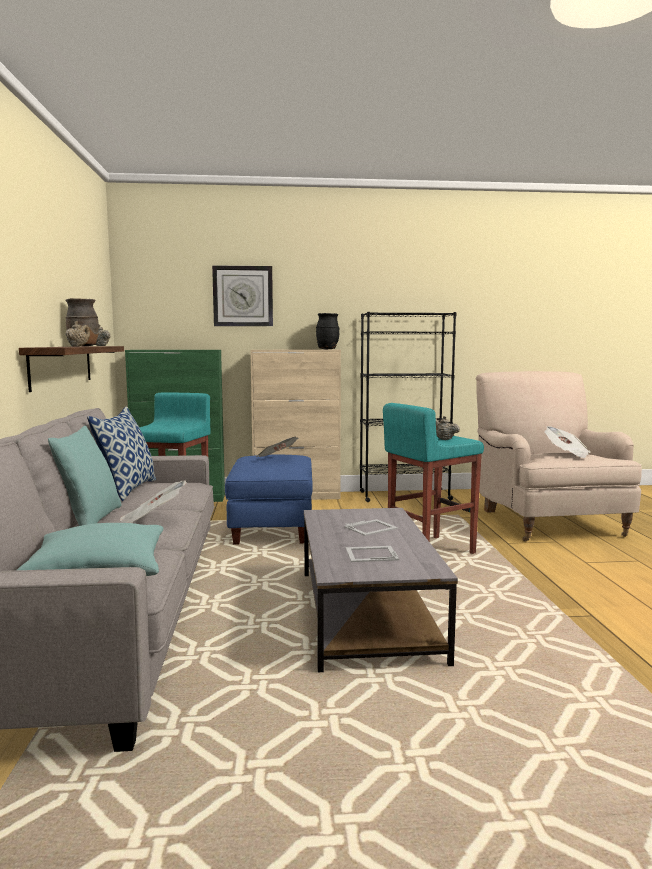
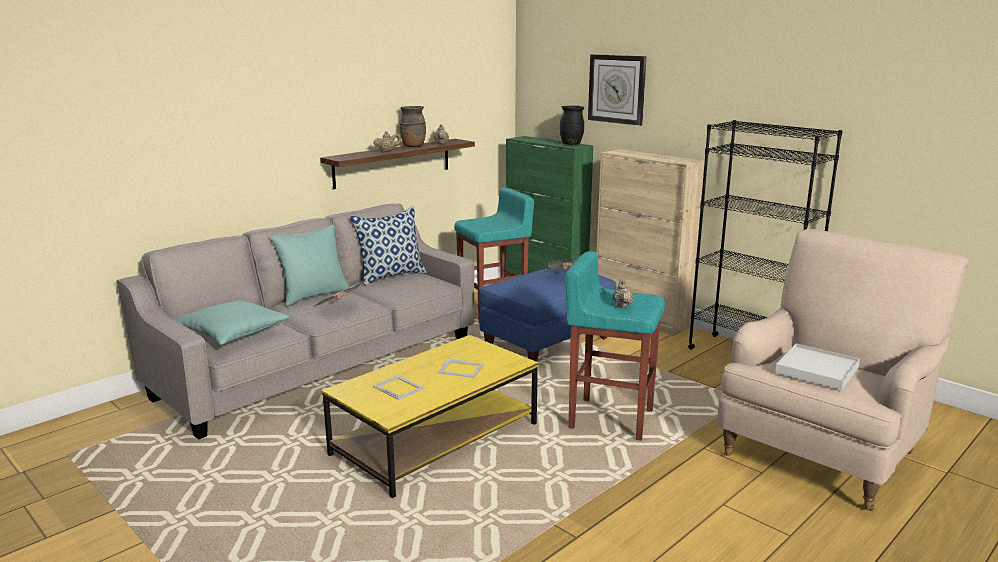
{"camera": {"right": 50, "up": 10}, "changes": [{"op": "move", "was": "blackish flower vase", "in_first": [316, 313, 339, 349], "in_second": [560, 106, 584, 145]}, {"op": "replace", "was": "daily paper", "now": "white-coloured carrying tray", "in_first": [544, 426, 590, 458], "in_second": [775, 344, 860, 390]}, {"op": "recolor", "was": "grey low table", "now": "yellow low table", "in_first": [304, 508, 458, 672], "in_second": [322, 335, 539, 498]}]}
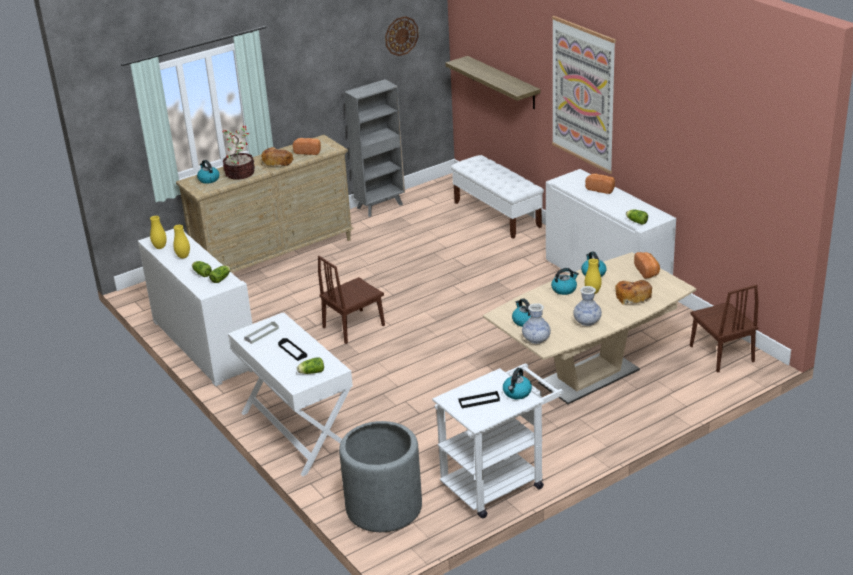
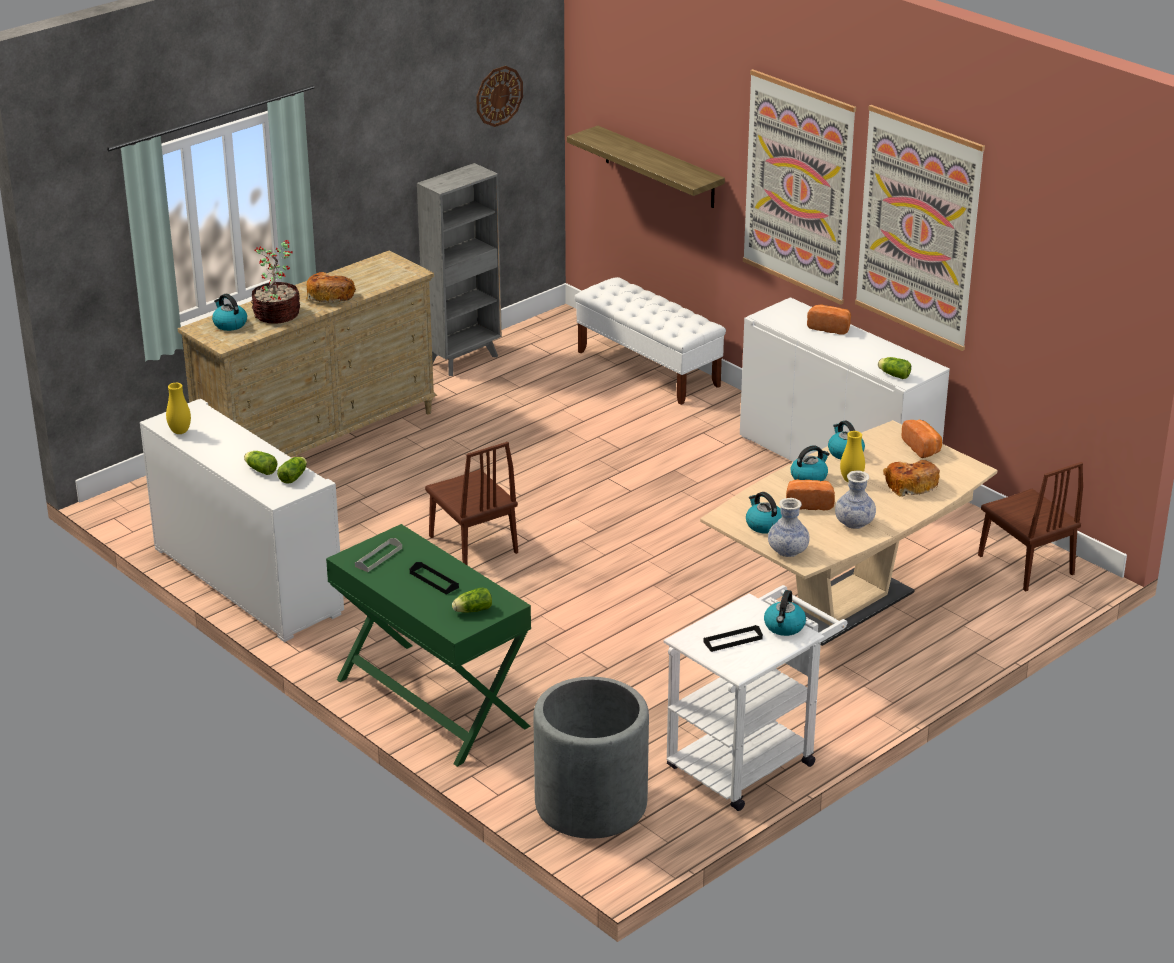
{"camera": {"right": -10, "up": 0}, "changes": [{"op": "move", "was": "bakery bread", "in_first": [293, 138, 321, 155], "in_second": [786, 479, 835, 510]}, {"op": "delete", "was": "yellow flower vase", "in_first": [173, 225, 190, 259]}, {"op": "rotate", "was": "brownish plain chair", "in_first": [318, 256, 385, 344], "in_second": [425, 442, 518, 565], "clockwise": -75}, {"op": "recolor", "was": "white-coloured console table", "now": "green console table", "in_first": [228, 312, 353, 477], "in_second": [326, 524, 531, 767]}, {"op": "insert", "now": "wall art", "in_second": [855, 105, 985, 351]}]}
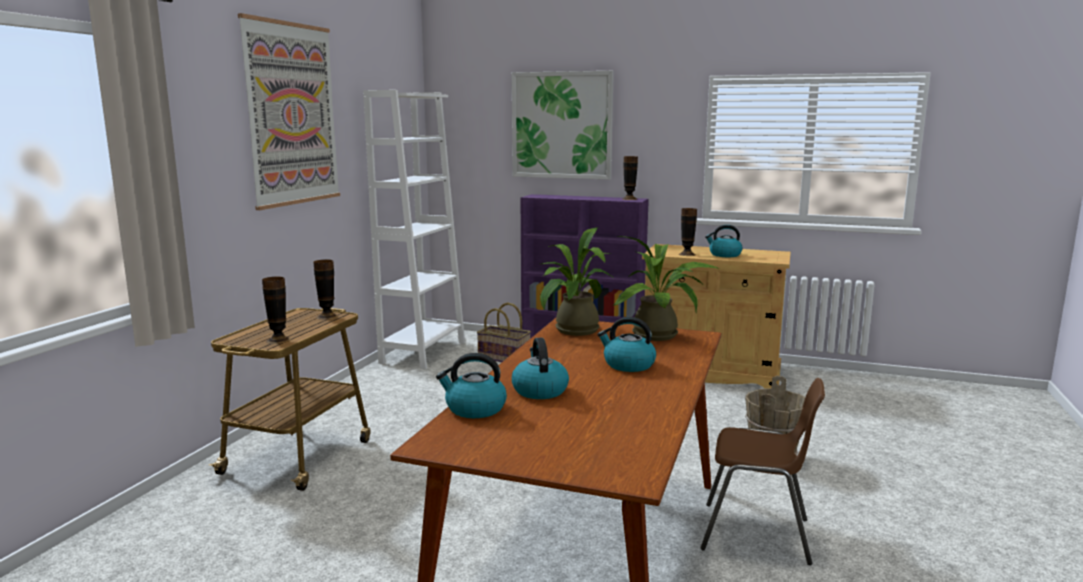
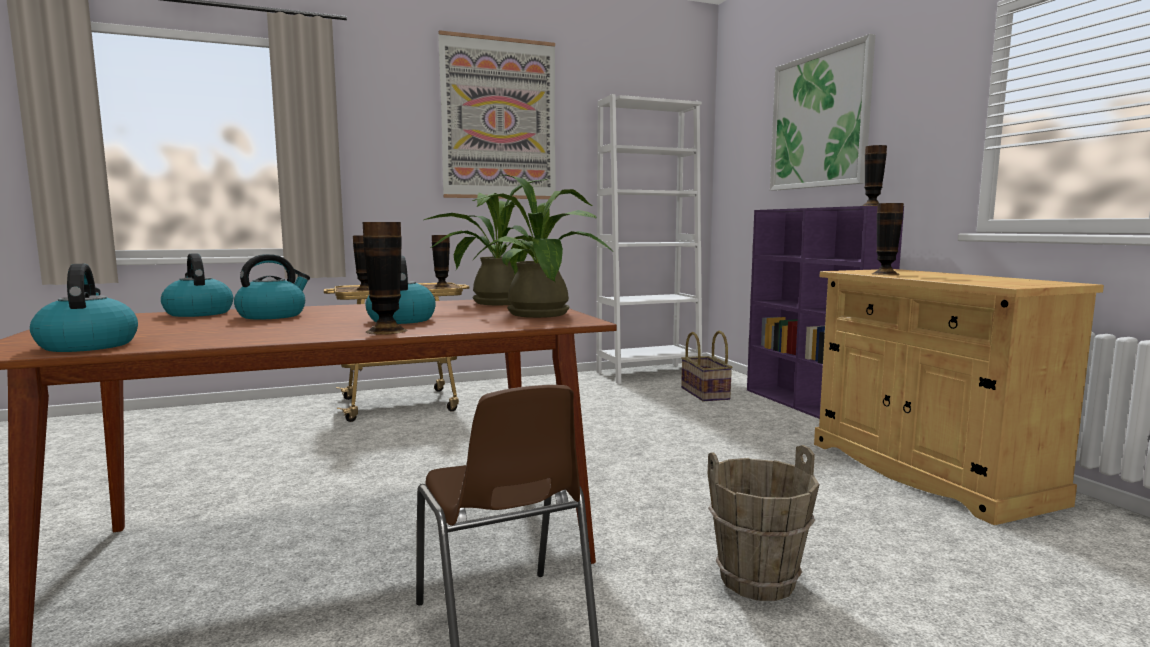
{"camera": {"right": 50, "up": -5}, "changes": [{"op": "move", "was": "kettle", "in_first": [705, 225, 743, 257], "in_second": [30, 264, 138, 352]}, {"op": "insert", "now": "flower vase", "in_second": [362, 222, 408, 335]}]}
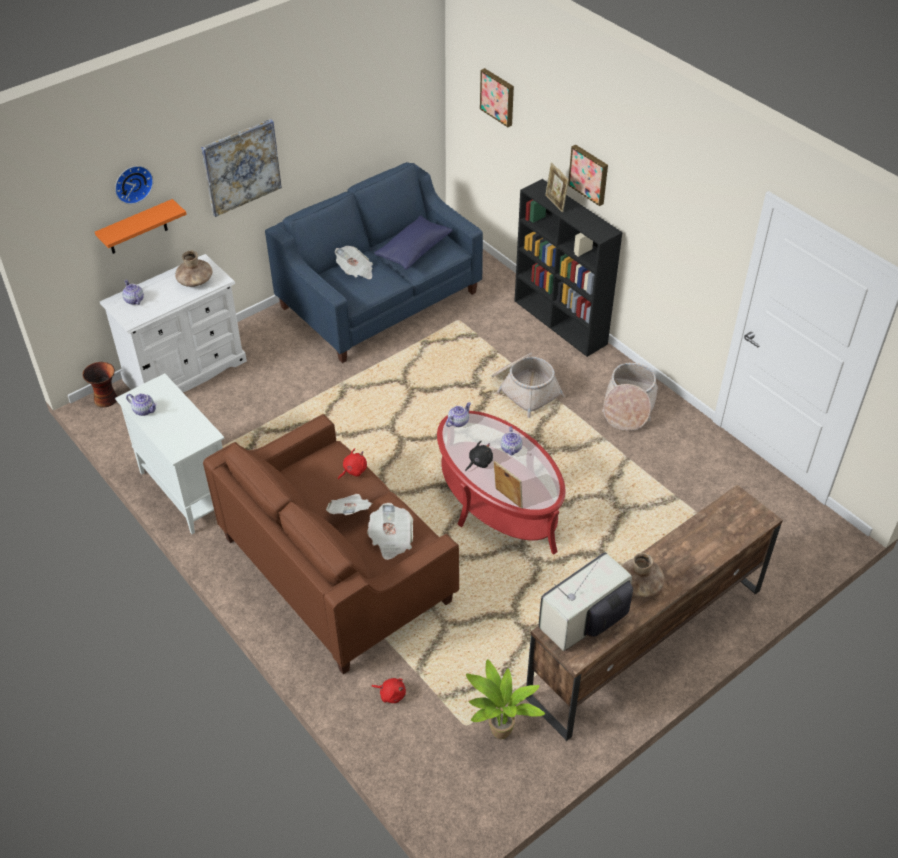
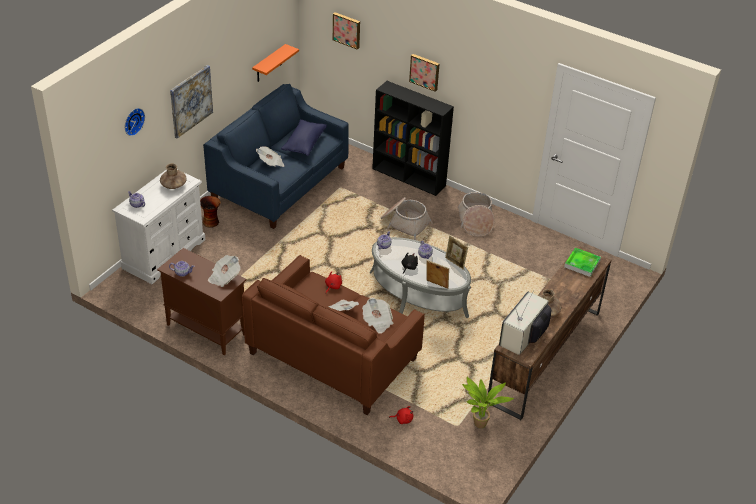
{"camera": {"right": -20, "up": -5}, "changes": [{"op": "move", "was": "photo frame", "in_first": [545, 163, 569, 212], "in_second": [445, 236, 468, 269]}, {"op": "move", "was": "orangey wall shelf", "in_first": [95, 199, 187, 254], "in_second": [252, 44, 299, 82]}, {"op": "move", "was": "flower vase", "in_first": [83, 362, 117, 408], "in_second": [200, 196, 221, 228]}, {"op": "recolor", "was": "white-coloured cabinet", "now": "brownish cabinet", "in_first": [115, 373, 225, 534], "in_second": [157, 248, 246, 355]}, {"op": "recolor", "was": "red low table", "now": "grey low table", "in_first": [437, 411, 565, 555], "in_second": [370, 237, 471, 318]}, {"op": "insert", "now": "carrying tray", "in_second": [564, 248, 601, 277]}, {"op": "insert", "now": "daily paper", "in_second": [208, 255, 241, 287]}]}
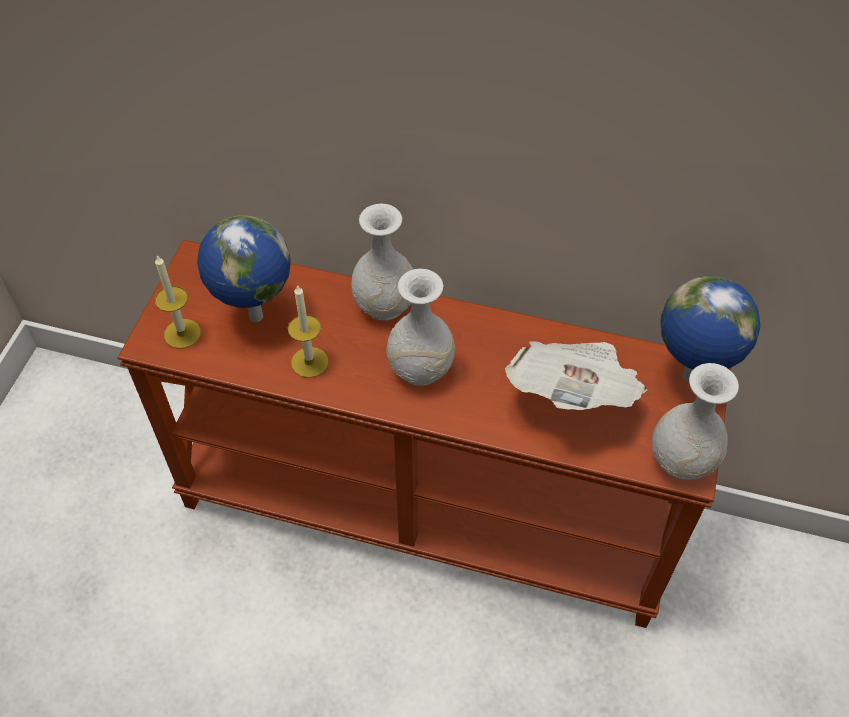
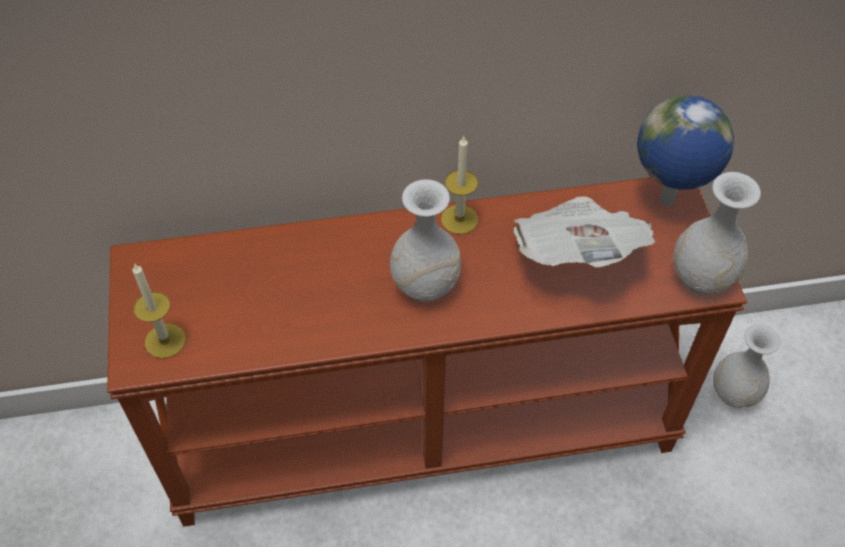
{"camera": {"right": -25, "up": 0}, "changes": [{"op": "move", "was": "white-coloured flower vase", "in_first": [351, 204, 413, 321], "in_second": [713, 324, 780, 408]}, {"op": "delete", "was": "world globe", "in_first": [197, 216, 291, 323]}, {"op": "move", "was": "wax light", "in_first": [288, 285, 329, 378], "in_second": [441, 136, 478, 234]}]}
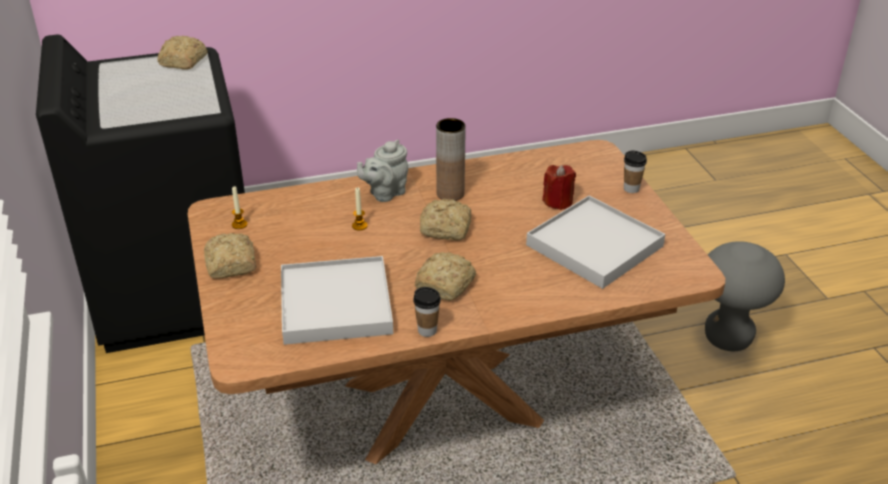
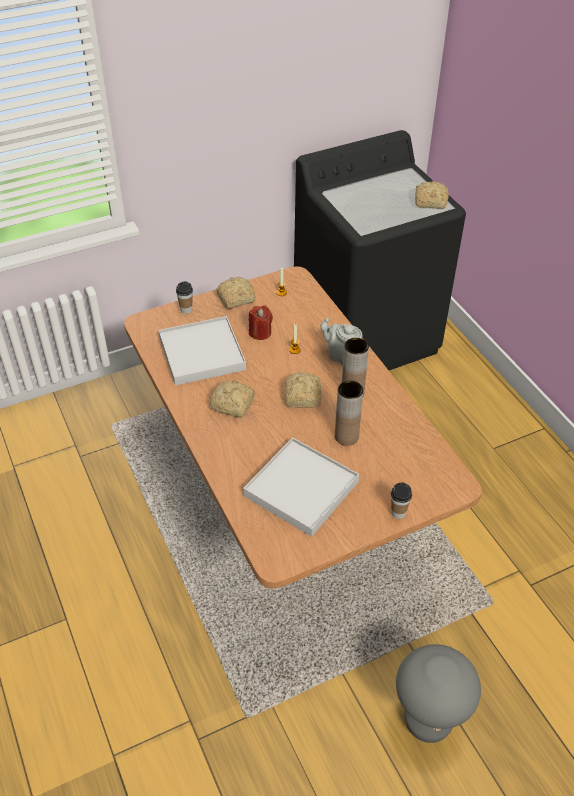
{"camera": {"right": 80, "up": 10}, "changes": [{"op": "move", "was": "red wax light", "in_first": [542, 165, 576, 210], "in_second": [249, 305, 273, 340]}, {"op": "move", "was": "drinking cup", "in_first": [413, 287, 441, 337], "in_second": [176, 282, 193, 314]}, {"op": "insert", "now": "brownish flower vase", "in_second": [335, 380, 363, 446]}]}
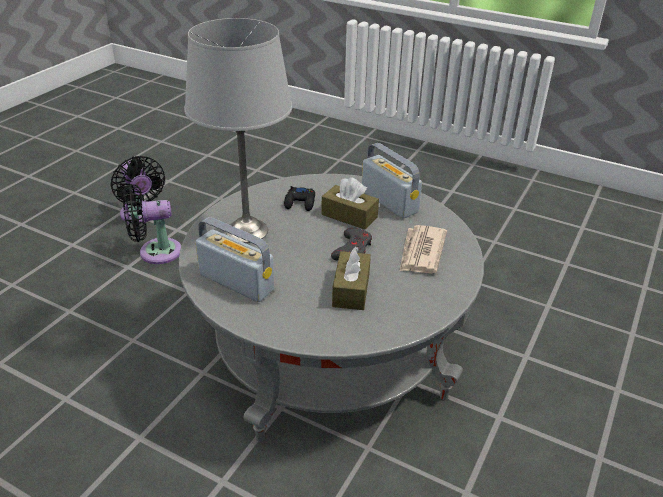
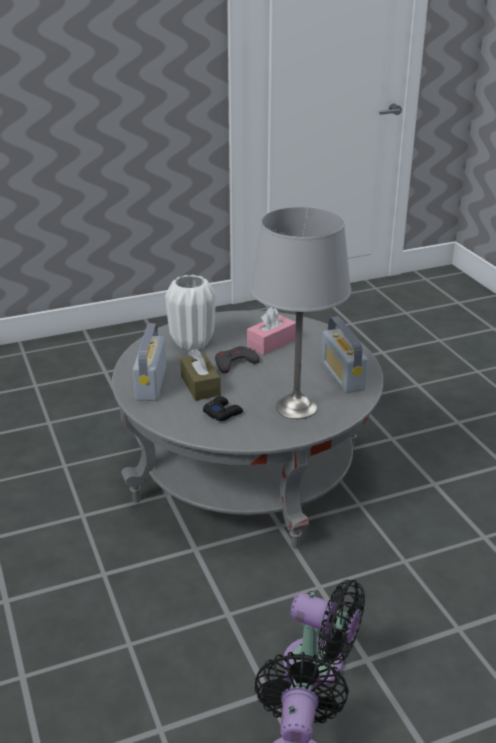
{"camera": {"right": -140, "up": -5}, "changes": [{"op": "replace", "was": "daily paper", "now": "white-coloured flower vase", "in_first": [400, 225, 447, 274], "in_second": [165, 275, 216, 351]}, {"op": "recolor", "was": "brownish tissue box", "now": "pink tissue box", "in_first": [332, 246, 371, 310], "in_second": [247, 307, 296, 355]}]}
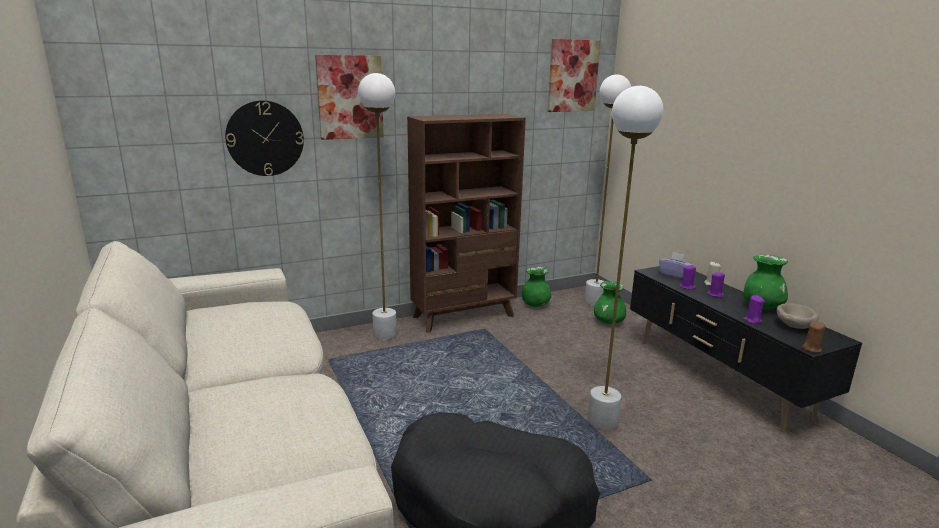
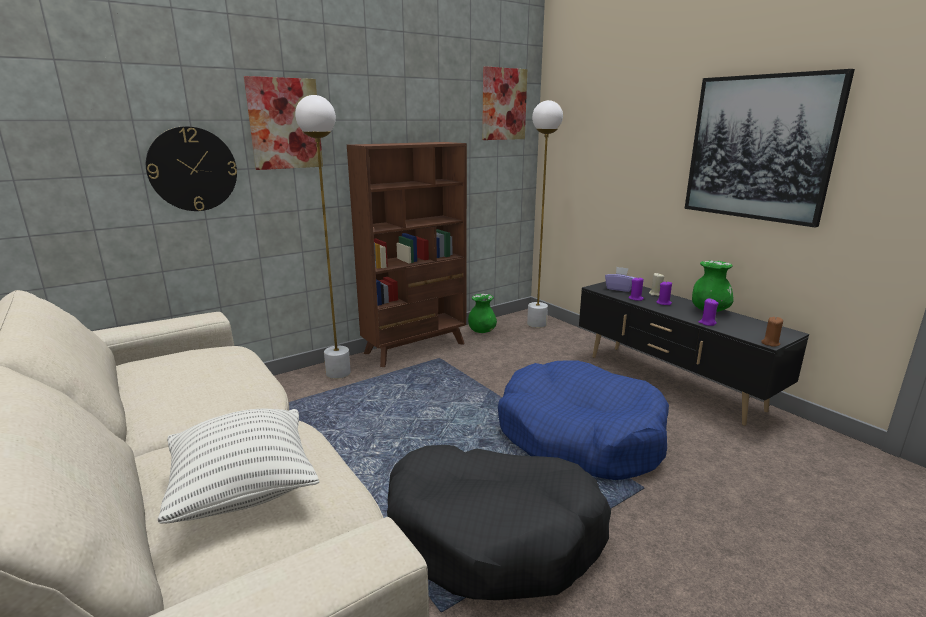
{"camera": {"right": -10, "up": 0}, "changes": [{"op": "replace", "was": "white-coloured floor lamp", "now": "blue dog cushion", "in_first": [588, 86, 663, 430], "in_second": [498, 361, 669, 480]}, {"op": "delete", "was": "green flower vase", "in_first": [594, 281, 626, 324]}, {"op": "delete", "was": "sand-coloured deep dish", "in_first": [777, 303, 819, 329]}, {"op": "insert", "now": "wall art", "in_second": [684, 69, 855, 228]}, {"op": "insert", "now": "pillow", "in_second": [158, 409, 319, 524]}]}
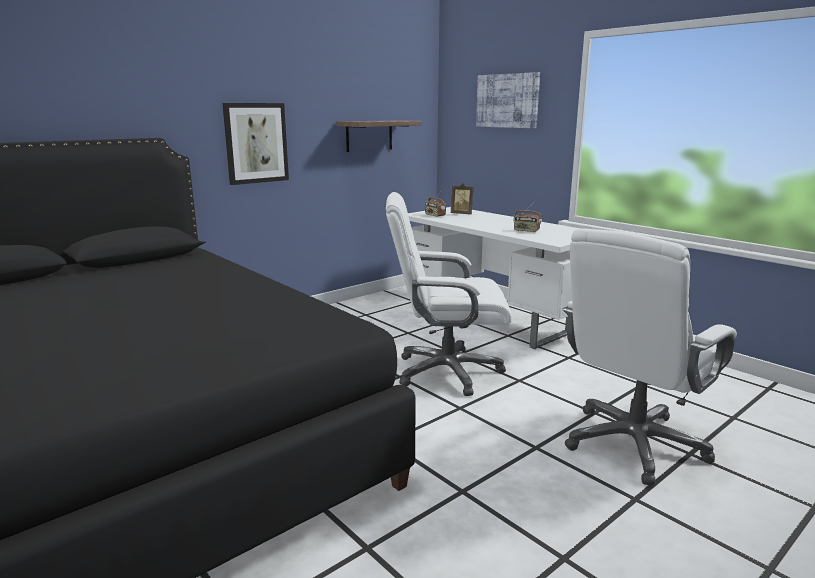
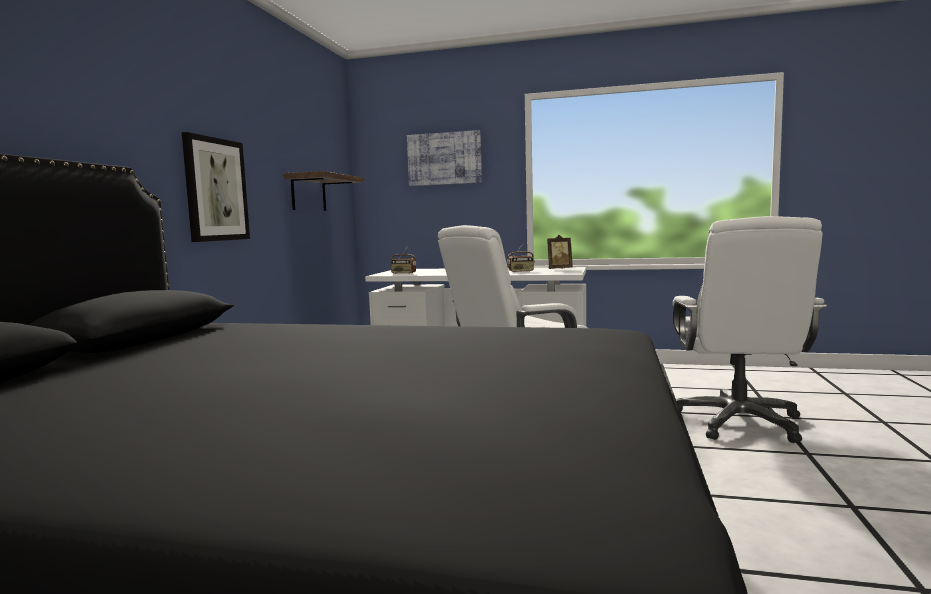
{"camera": {"right": -35, "up": -10}, "changes": [{"op": "move", "was": "photo frame", "in_first": [451, 183, 474, 214], "in_second": [547, 235, 573, 269]}]}
